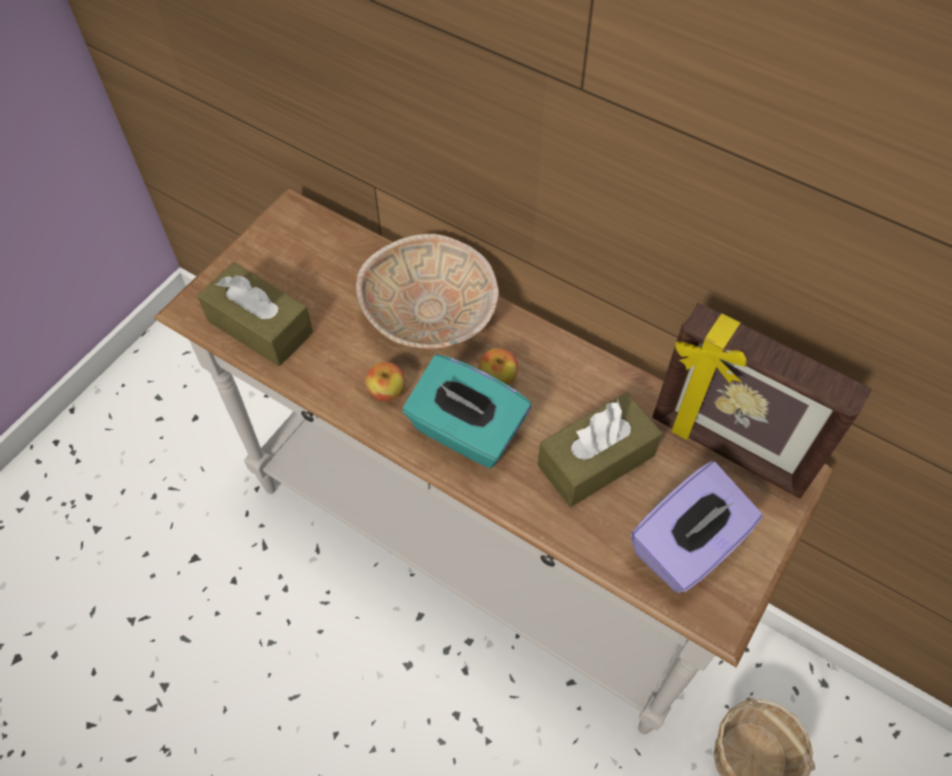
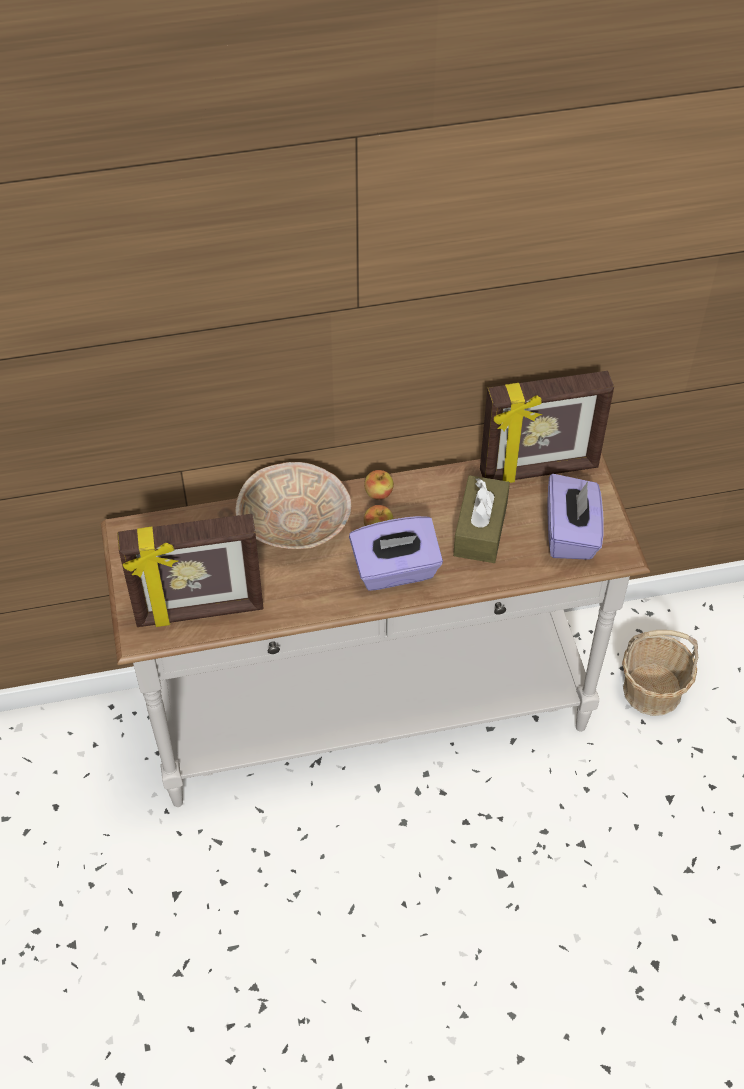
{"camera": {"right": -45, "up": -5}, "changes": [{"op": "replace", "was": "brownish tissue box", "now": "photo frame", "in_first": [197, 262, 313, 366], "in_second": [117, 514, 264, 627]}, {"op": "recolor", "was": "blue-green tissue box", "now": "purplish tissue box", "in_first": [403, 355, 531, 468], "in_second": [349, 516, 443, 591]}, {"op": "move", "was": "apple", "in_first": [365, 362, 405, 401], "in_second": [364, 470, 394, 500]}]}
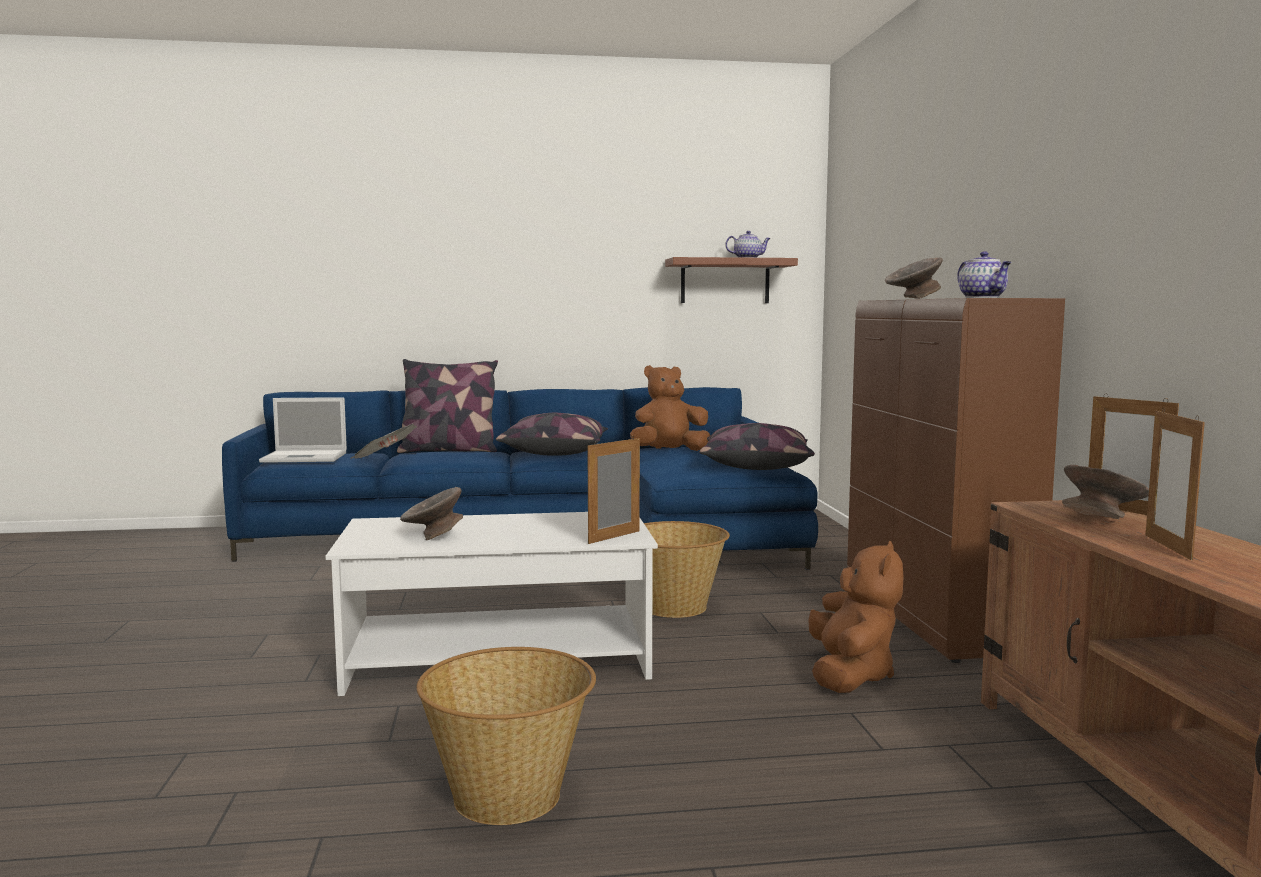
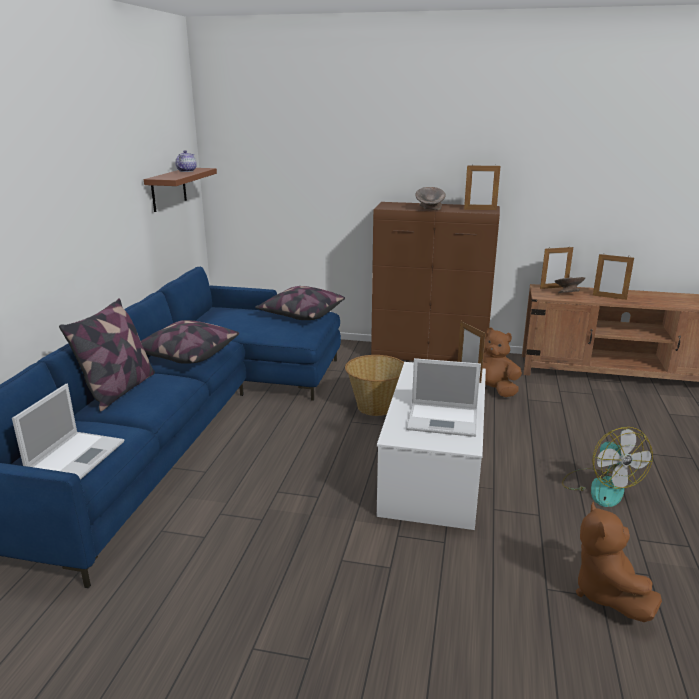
{"camera": {"right": -70, "up": 15}, "changes": [{"op": "replace", "was": "tea pot", "now": "photo frame", "in_first": [957, 251, 1011, 298], "in_second": [464, 165, 501, 210]}, {"op": "move", "was": "brownish cuddly toy", "in_first": [630, 365, 710, 451], "in_second": [576, 502, 662, 622]}, {"op": "delete", "was": "daily paper", "in_first": [351, 424, 417, 459]}, {"op": "replace", "was": "grey deep dish", "now": "laptop", "in_first": [400, 487, 463, 540], "in_second": [406, 358, 481, 437]}, {"op": "replace", "was": "basket", "now": "cooling fan", "in_first": [416, 647, 596, 825], "in_second": [562, 427, 653, 507]}]}
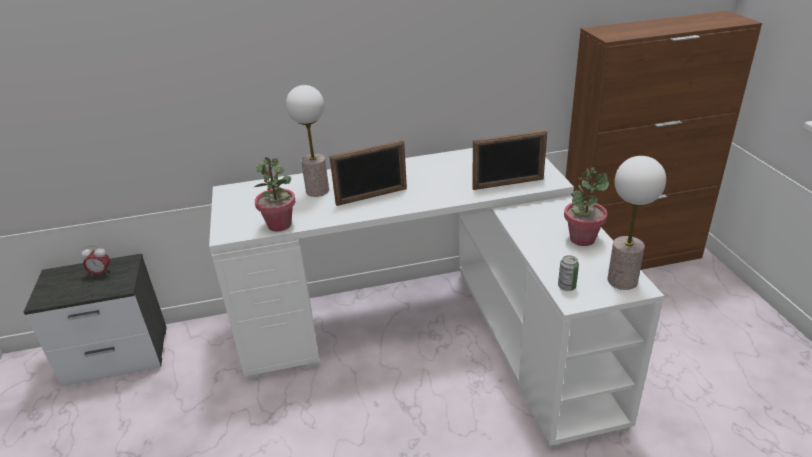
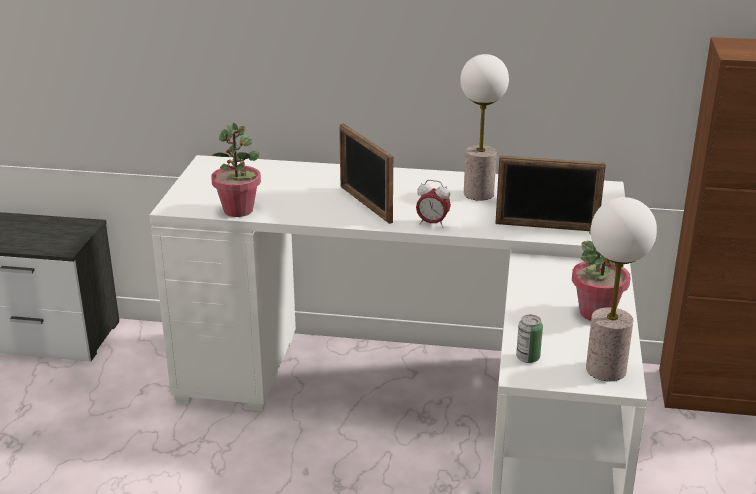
{"camera": {"right": 20, "up": -5}, "changes": [{"op": "move", "was": "lamp for a table", "in_first": [286, 85, 329, 197], "in_second": [460, 54, 509, 201]}, {"op": "rotate", "was": "photo frame", "in_first": [329, 140, 407, 206], "in_second": [339, 123, 393, 224], "clockwise": 60}, {"op": "move", "was": "alarm clock", "in_first": [81, 246, 110, 277], "in_second": [416, 180, 451, 228]}]}
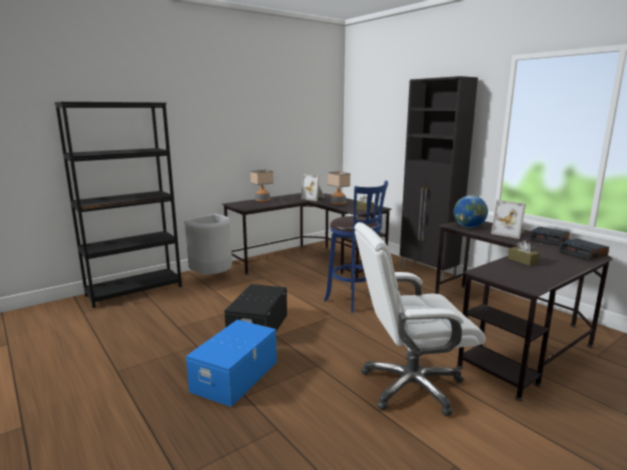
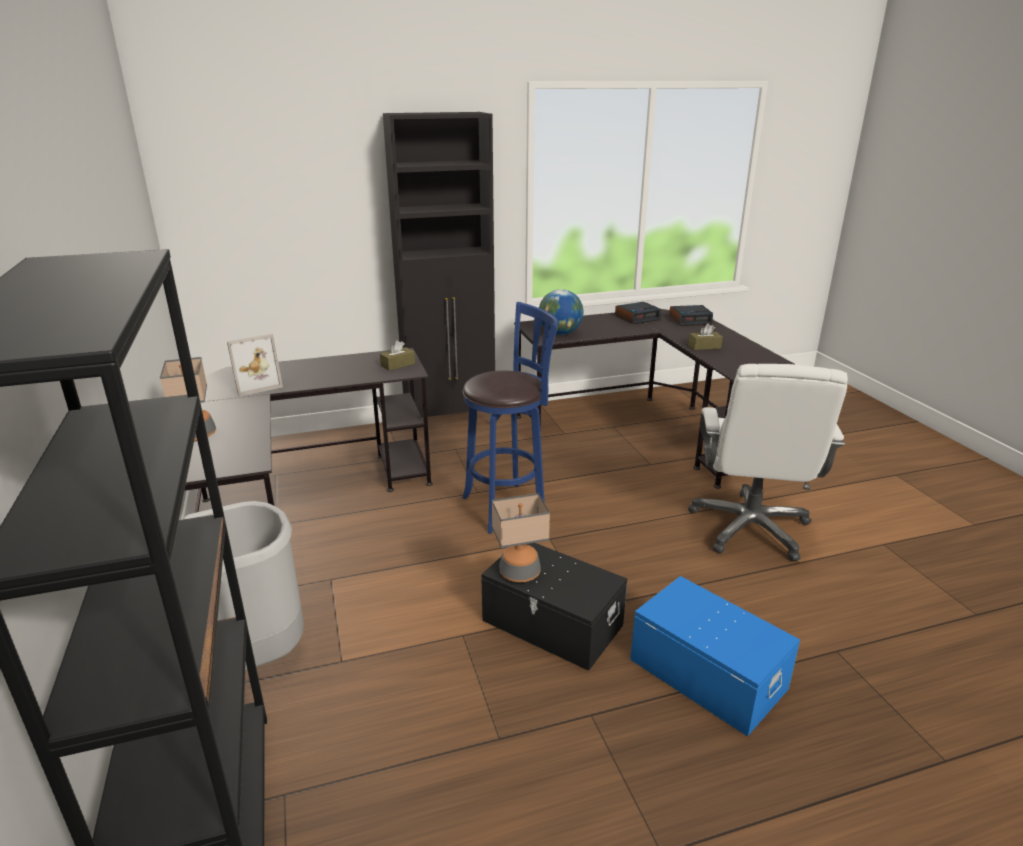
{"camera": {"right": -70, "up": 10}, "changes": [{"op": "move", "was": "lamp for a table", "in_first": [328, 171, 350, 205], "in_second": [492, 493, 550, 582]}, {"op": "delete", "was": "photo frame", "in_first": [491, 200, 526, 239]}]}
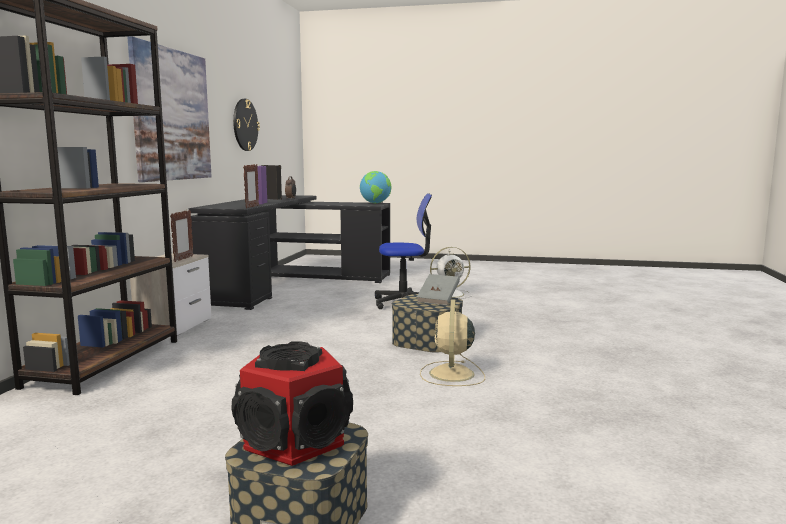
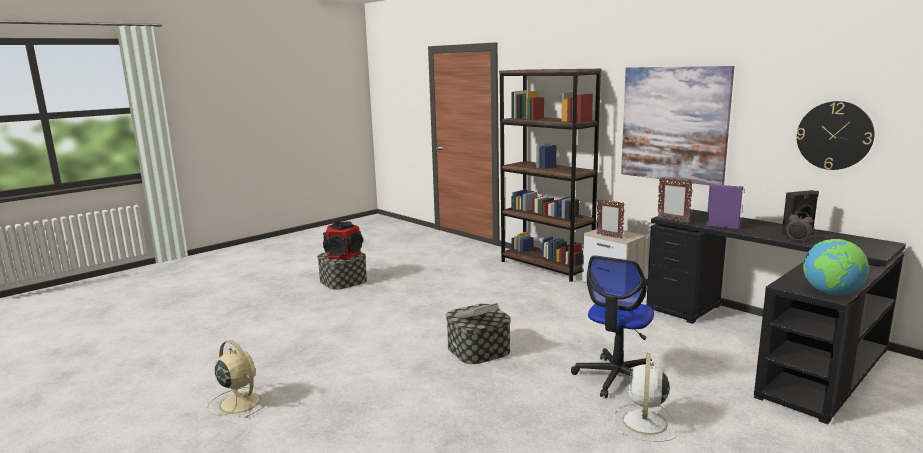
{"camera": {"right": 125, "up": 5}, "changes": [{"op": "move", "was": "sand-coloured cooling fan", "in_first": [420, 299, 485, 386], "in_second": [207, 340, 271, 418]}]}
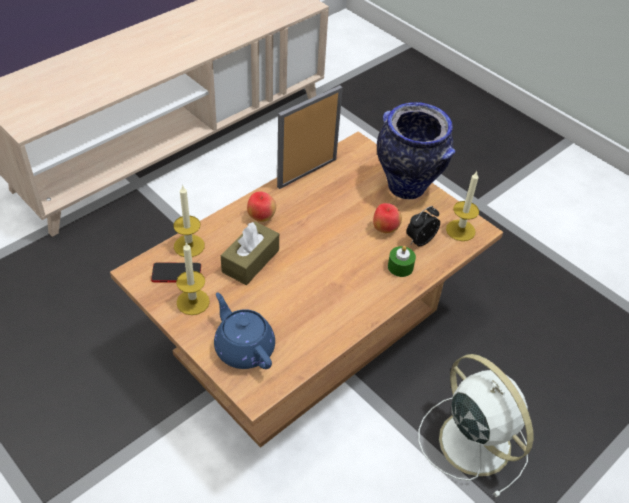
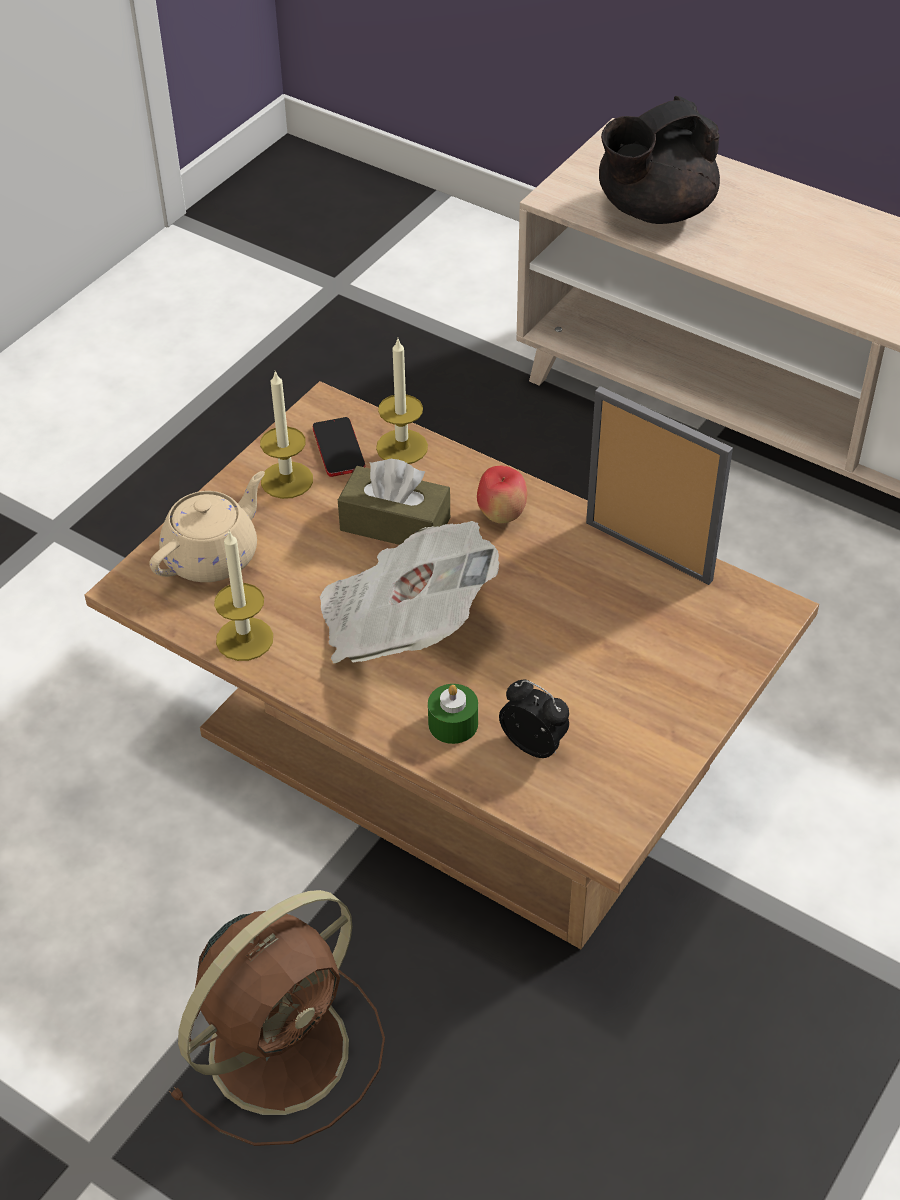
{"camera": {"right": 80, "up": 0}, "changes": [{"op": "delete", "was": "flower vase", "in_first": [377, 102, 456, 199]}, {"op": "move", "was": "wax light", "in_first": [446, 171, 479, 241], "in_second": [214, 531, 273, 661]}, {"op": "delete", "was": "apple", "in_first": [373, 203, 402, 233]}, {"op": "recolor", "was": "blue tea pot", "now": "sand-coloured tea pot", "in_first": [214, 293, 275, 369], "in_second": [149, 471, 265, 582]}, {"op": "recolor", "was": "white-coloured cooling fan", "now": "brownish cooling fan", "in_first": [418, 354, 534, 497], "in_second": [169, 890, 385, 1146]}, {"op": "insert", "now": "blackish tea pot", "in_second": [599, 96, 720, 224]}, {"op": "insert", "now": "daily paper", "in_second": [320, 521, 499, 663]}]}
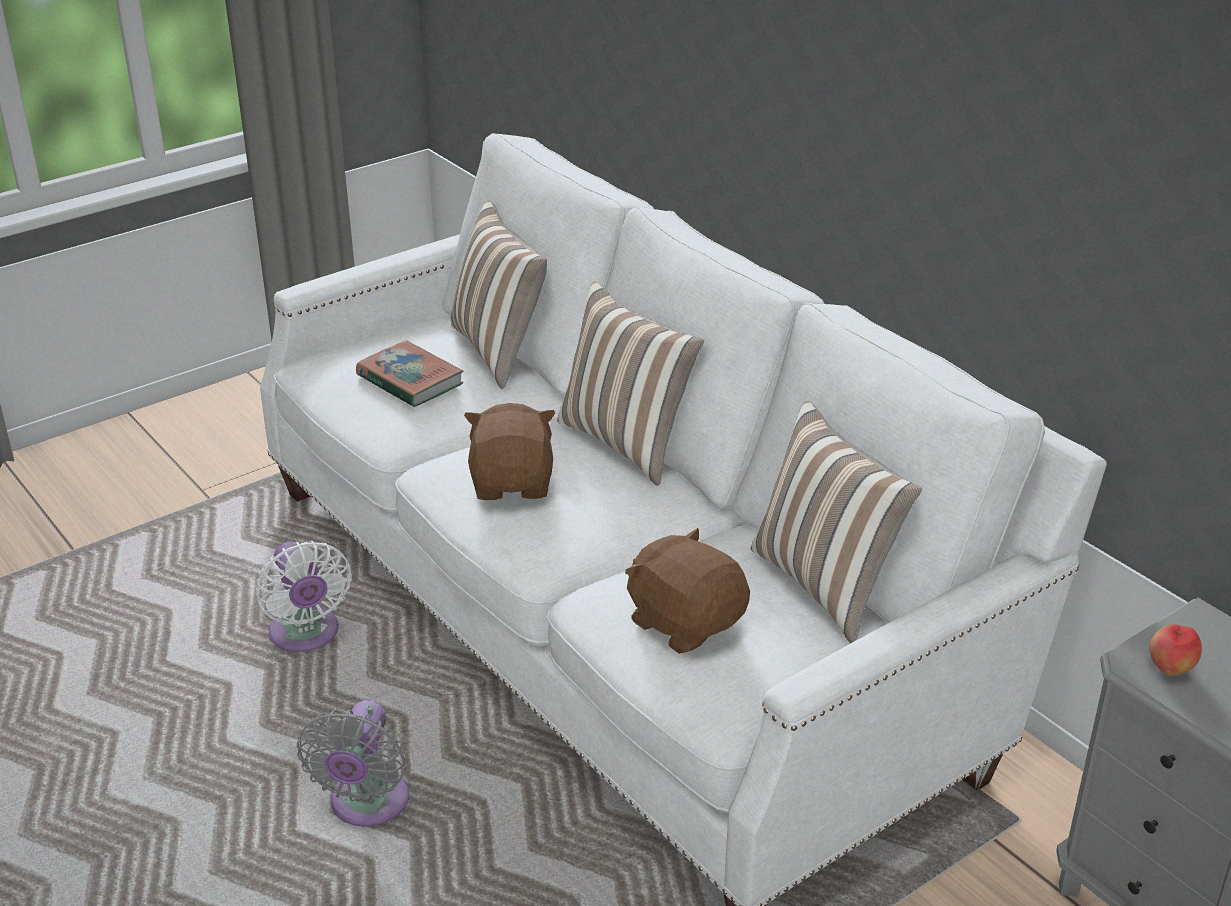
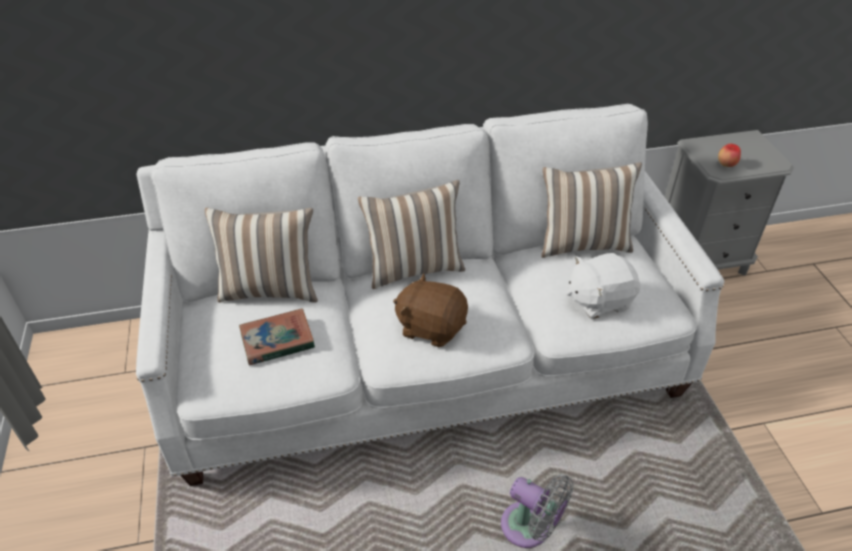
{"camera": {"right": -65, "up": 10}, "changes": [{"op": "recolor", "was": "brownish cuddly toy", "now": "white-coloured cuddly toy", "in_first": [625, 528, 750, 654], "in_second": [567, 253, 640, 319]}, {"op": "delete", "was": "white-coloured cooling fan", "in_first": [255, 541, 352, 652]}]}
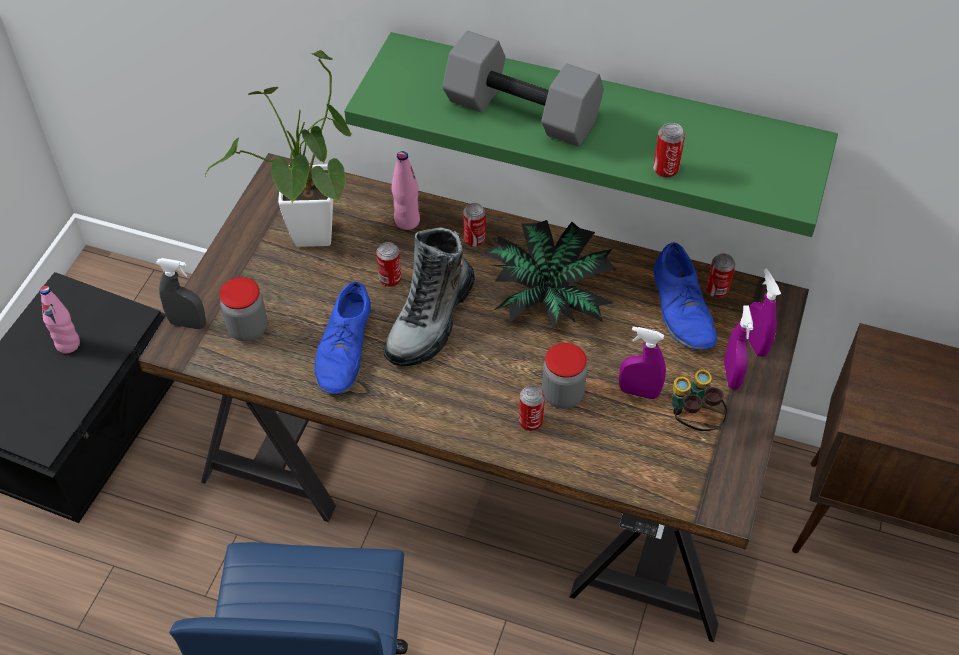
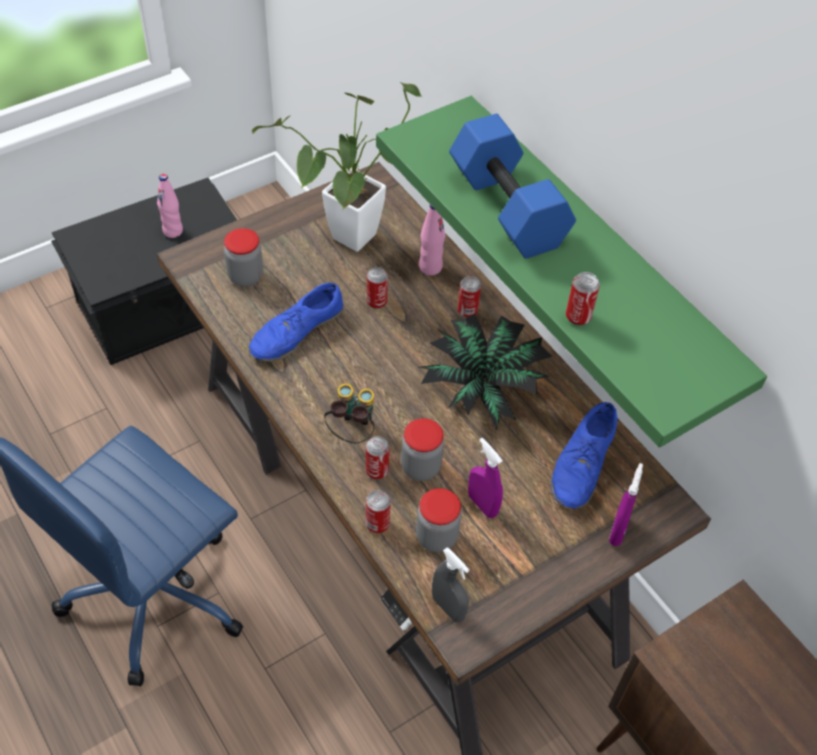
{"camera": {"right": 35, "up": 0}, "changes": [{"op": "recolor", "was": "grey free weight", "now": "blue free weight", "in_first": [442, 31, 604, 147], "in_second": [449, 114, 576, 259]}, {"op": "delete", "was": "tall boot", "in_first": [384, 227, 475, 366]}, {"op": "move", "was": "metal can", "in_first": [706, 253, 735, 298], "in_second": [366, 490, 391, 533]}, {"op": "move", "was": "grey hand sprayer", "in_first": [156, 258, 206, 329], "in_second": [432, 547, 469, 622]}, {"op": "delete", "was": "purplish hand sprayer", "in_first": [724, 305, 753, 390]}, {"op": "move", "was": "binoculars", "in_first": [671, 369, 728, 431], "in_second": [324, 383, 375, 443]}, {"op": "insert", "now": "storage jar", "in_second": [416, 488, 462, 553]}]}
